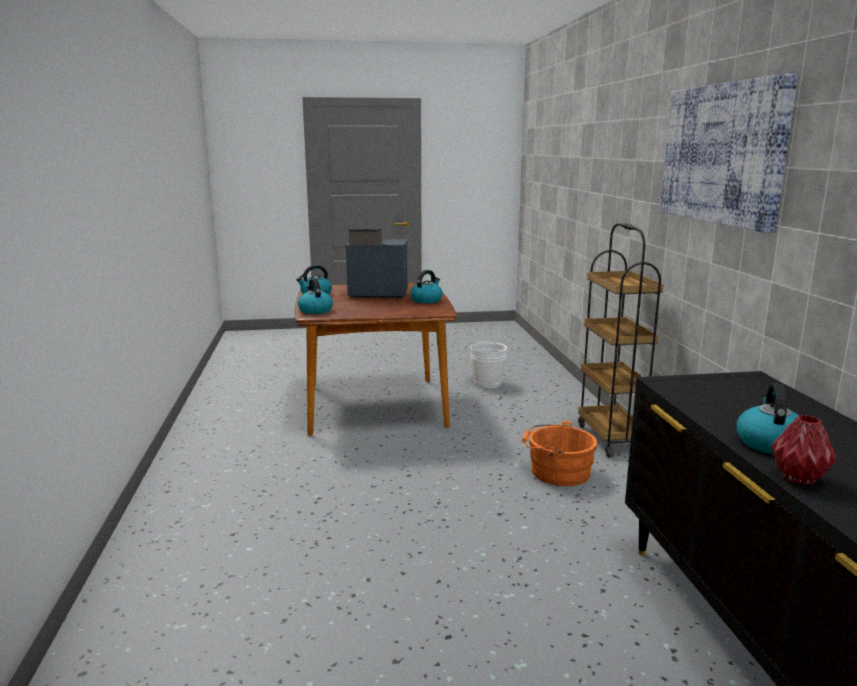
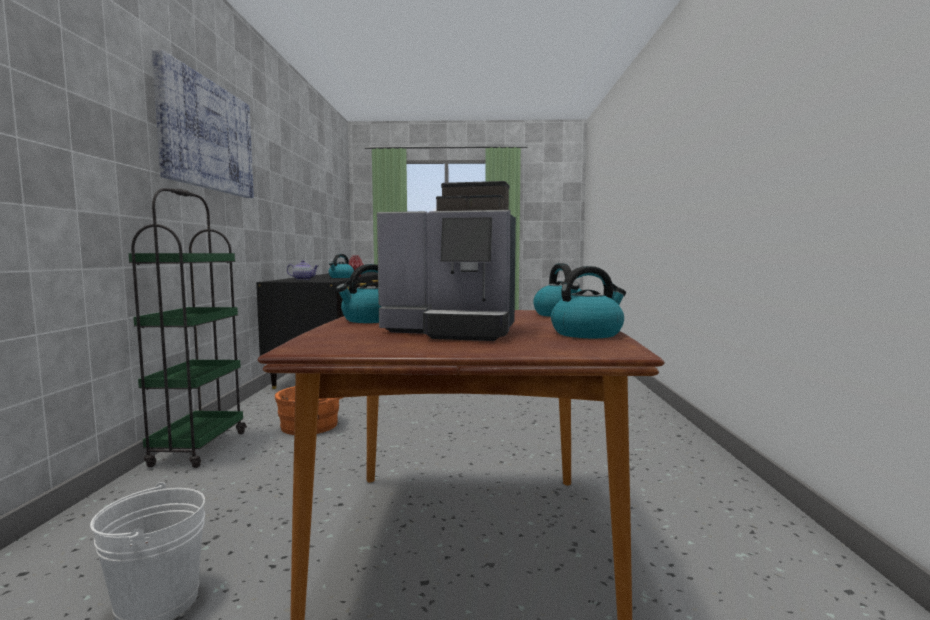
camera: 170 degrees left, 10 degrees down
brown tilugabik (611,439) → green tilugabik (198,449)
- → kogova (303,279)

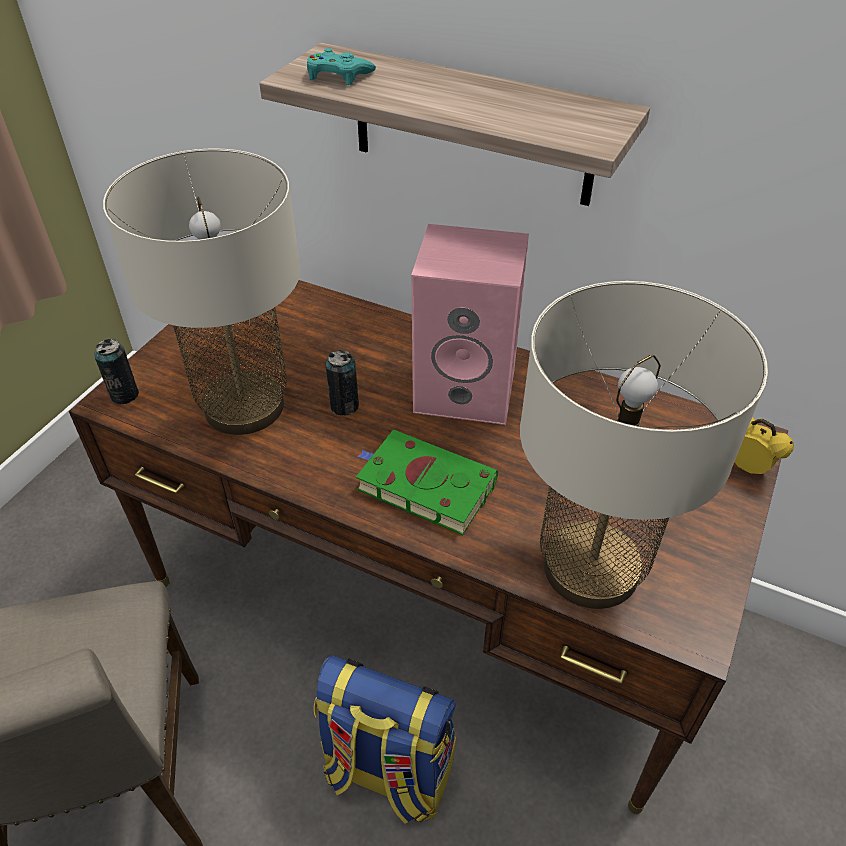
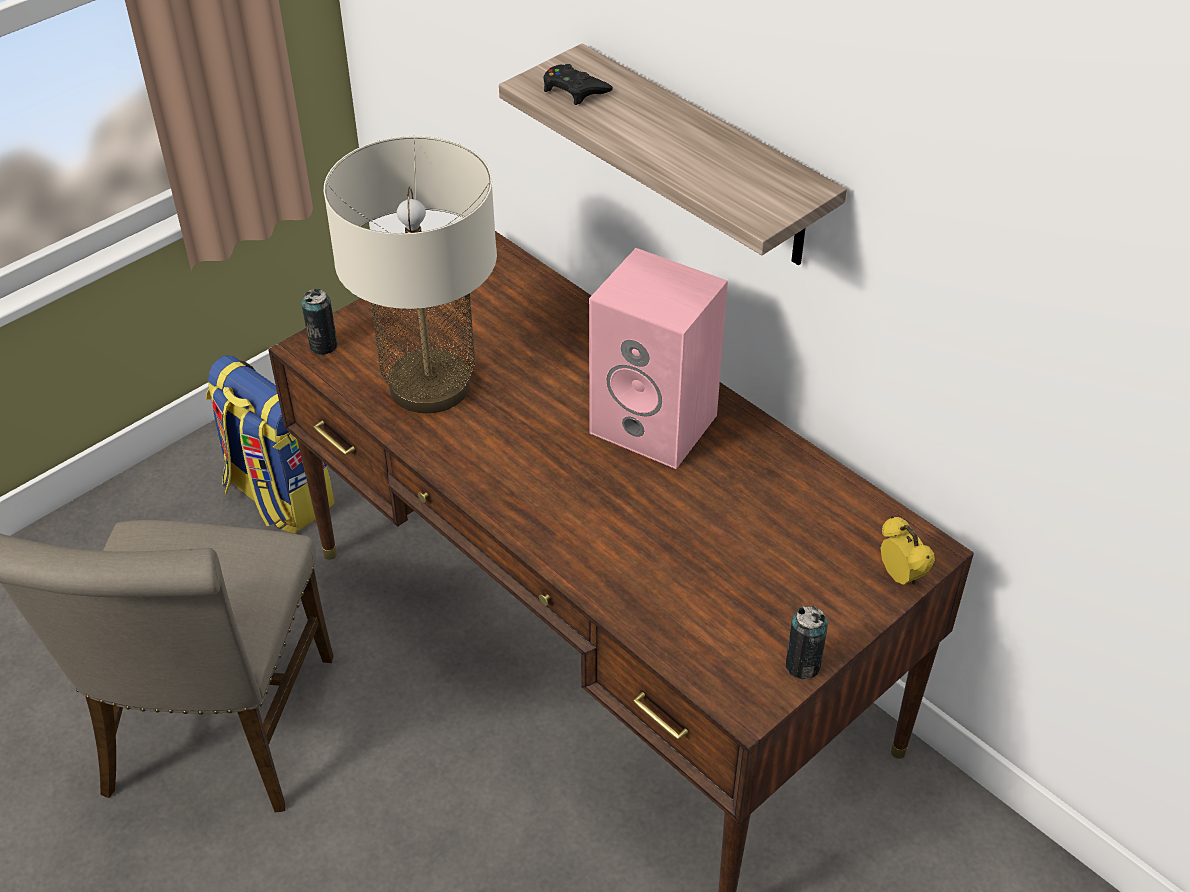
camera: 20 degrees right, 0 degrees up
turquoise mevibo (338,75) → black mevibo (574,90)
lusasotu (591,567) → -
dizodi (344,406) → dizodi (802,665), moved
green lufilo (423,485) → -
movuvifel (387,772) → movuvifel (277,496), moved

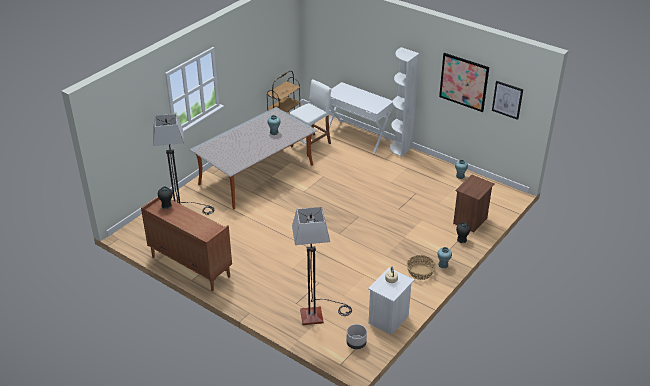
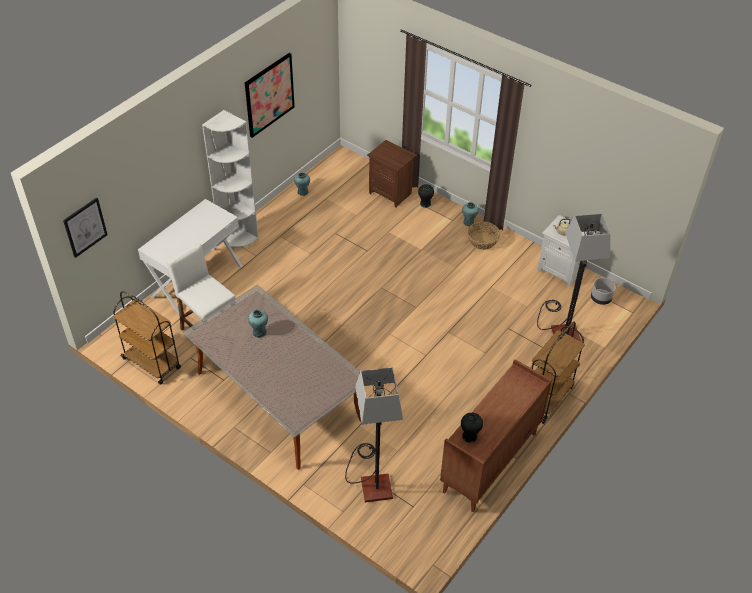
camera: 90 degrees left, 10 degrees up
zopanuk (507,99) → zopanuk (85,227), moved
- → brown tilugabik (548,397)

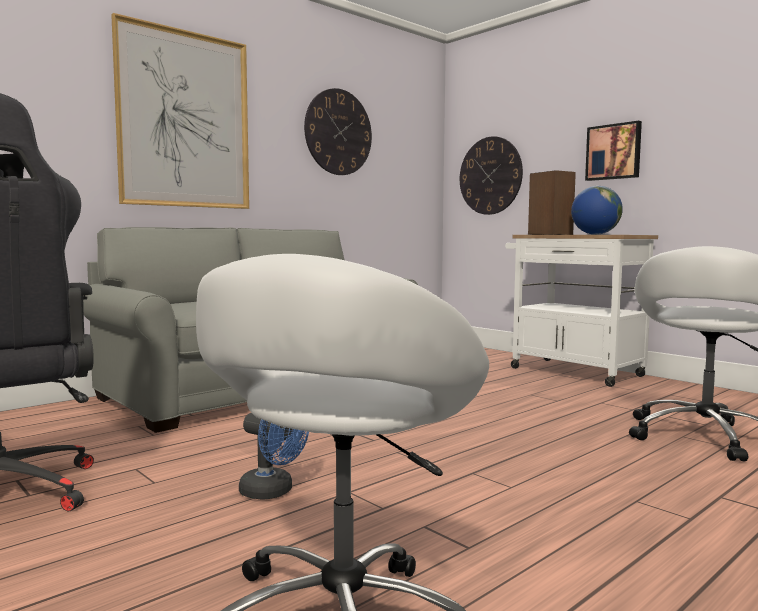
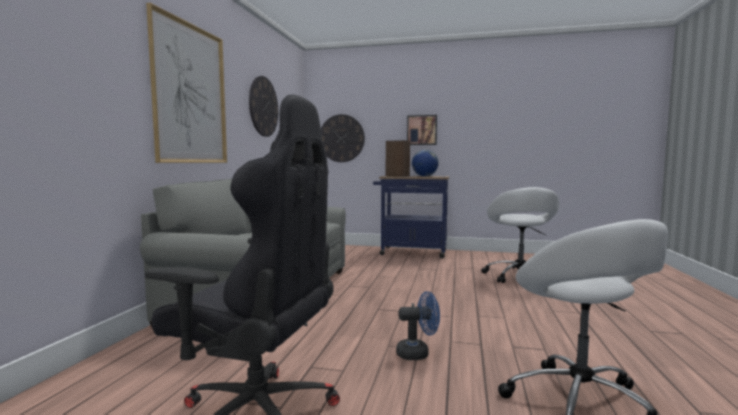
camera: 35 degrees left, 0 degrees up
white tilugabik (572,371) → blue tilugabik (411,252)

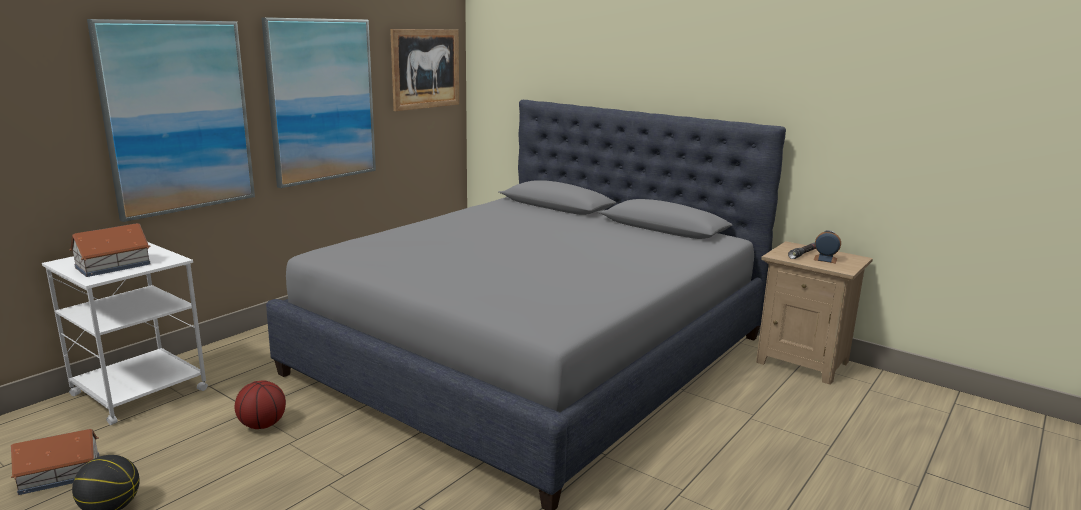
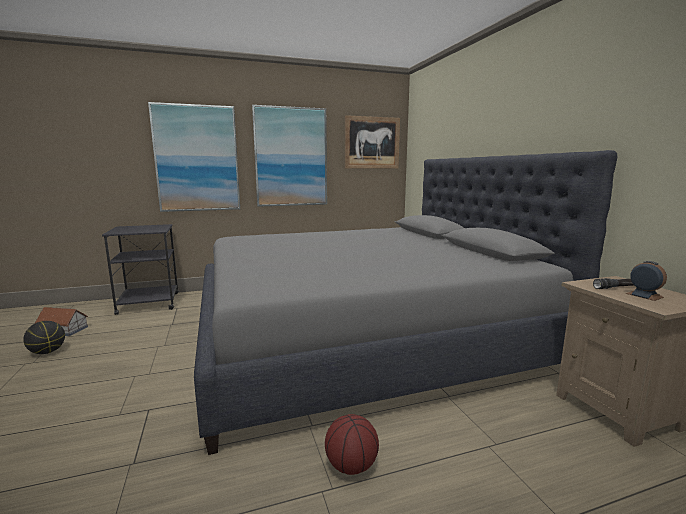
camera: 35 degrees right, 5 degrees down
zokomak (112,266) → -
white tilugabik (141,391) → black tilugabik (150,303)
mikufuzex (262,425) → mikufuzex (351,465), moved

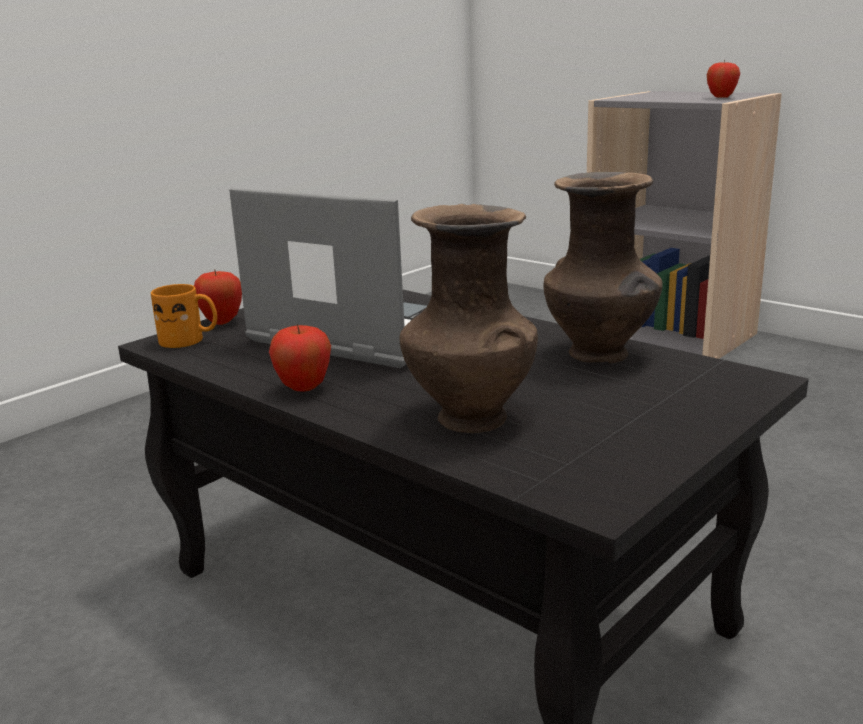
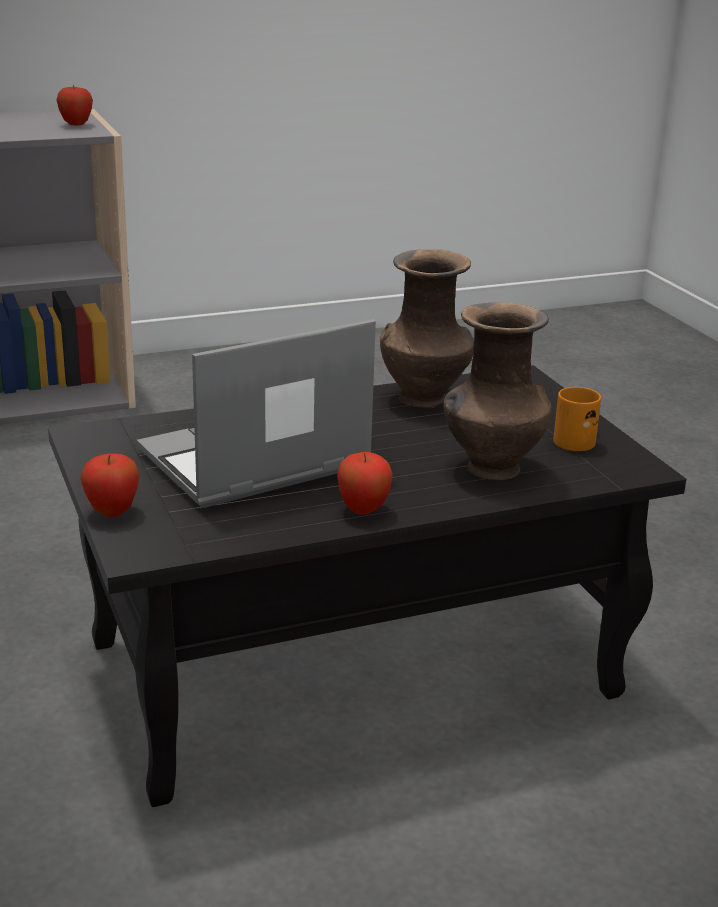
camera: 65 degrees left, 5 degrees up
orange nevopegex (190,340) → orange nevopegex (577,439), moved

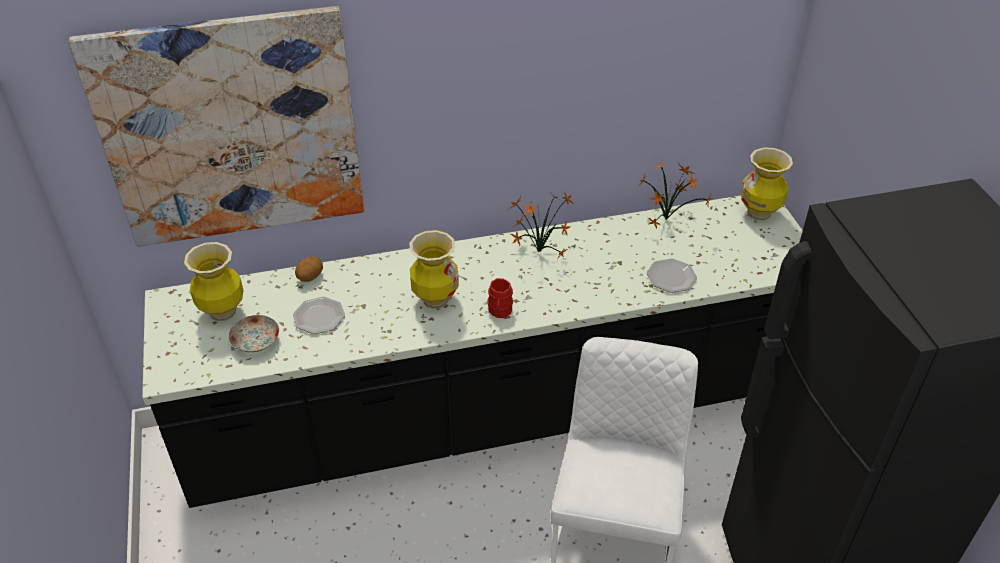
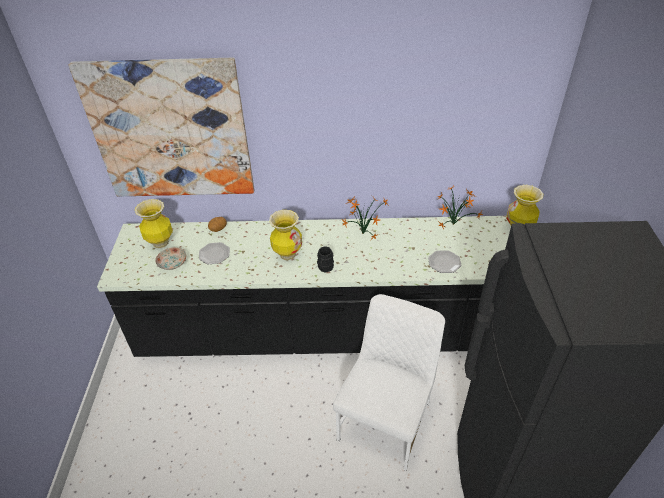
camera: 15 degrees right, 0 degrees up
red nevopegex (499,312) → black nevopegex (324,268)

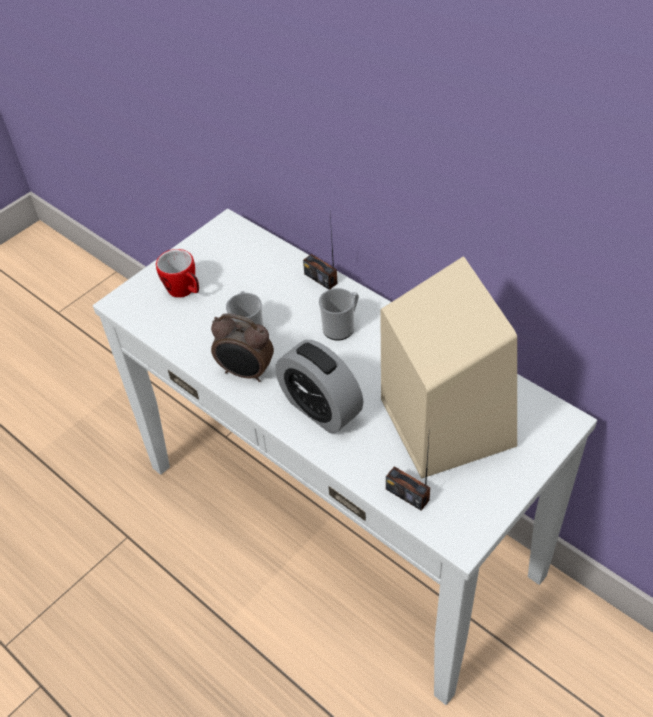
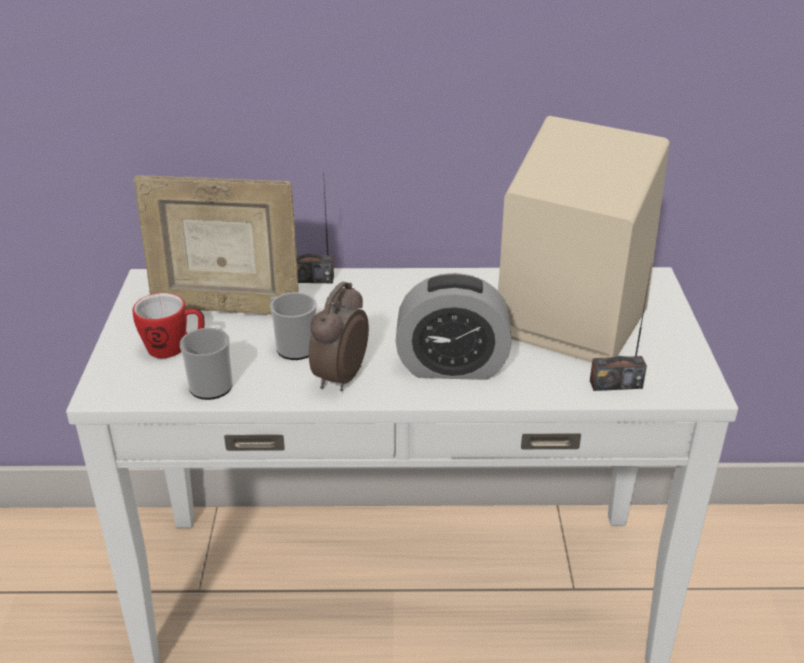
camera: 45 degrees left, 15 degrees down
nevopegex (341,327) → nevopegex (213,383), moved
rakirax (246,373) → rakirax (339,378), 135 degrees clockwise
- → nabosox (225,308)

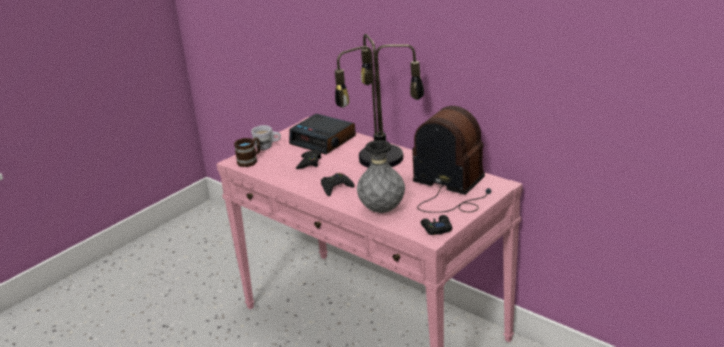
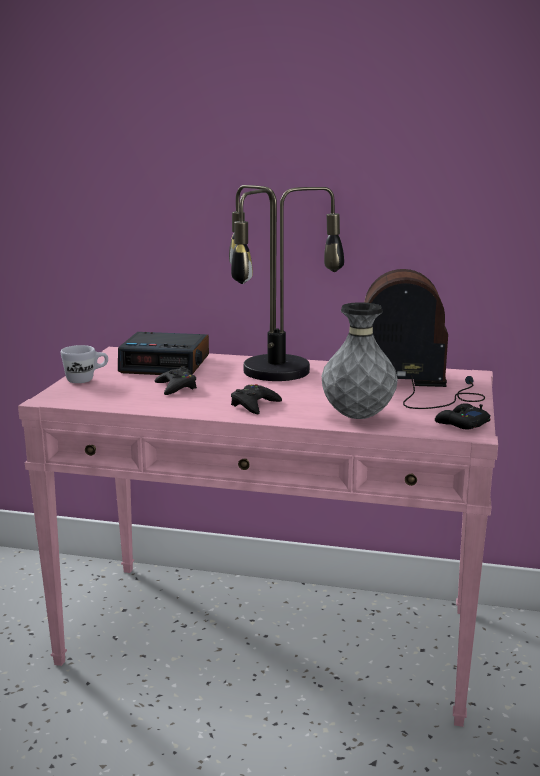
camera: 30 degrees left, 10 degrees down
brown nevopegex (250,160) → -

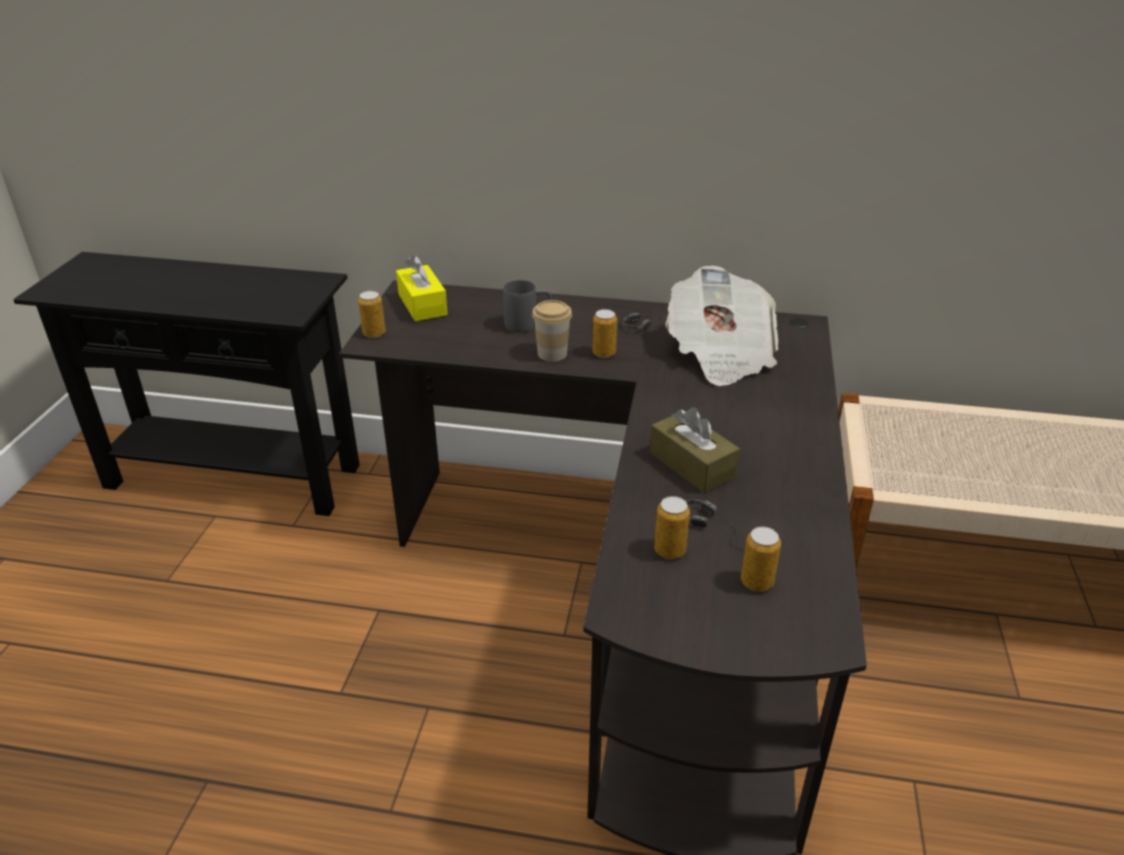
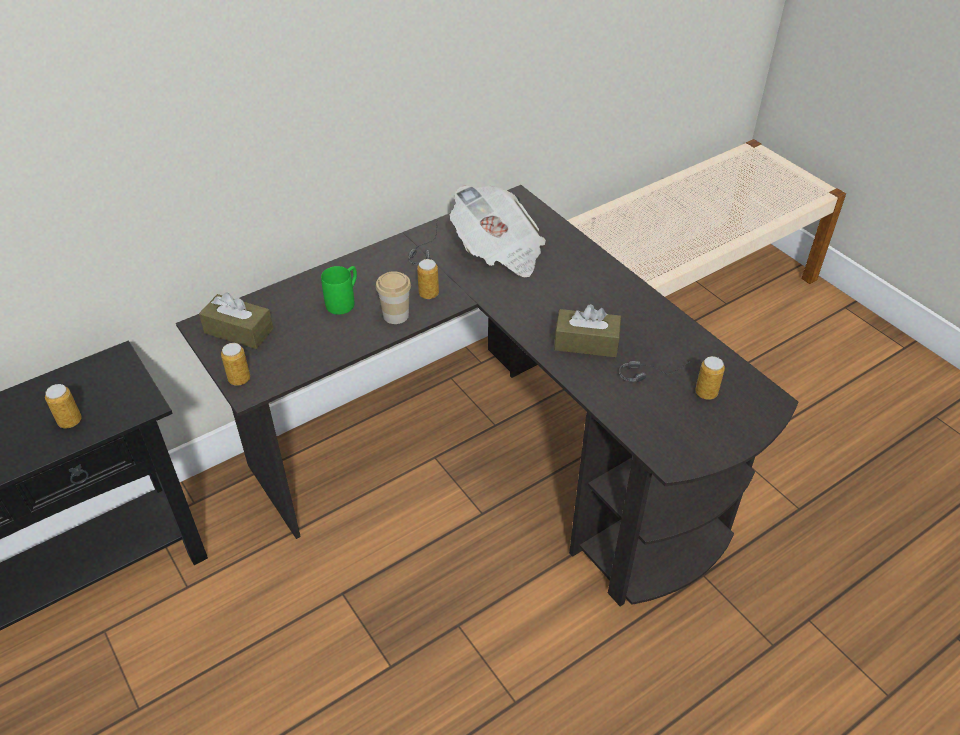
camera: 45 degrees left, 10 degrees up
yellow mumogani (422,304) → brown mumogani (239,331)
grey nevopegex (528,324) → green nevopegex (344,301)
dizodi (669,550) → dizodi (70,421), moved

